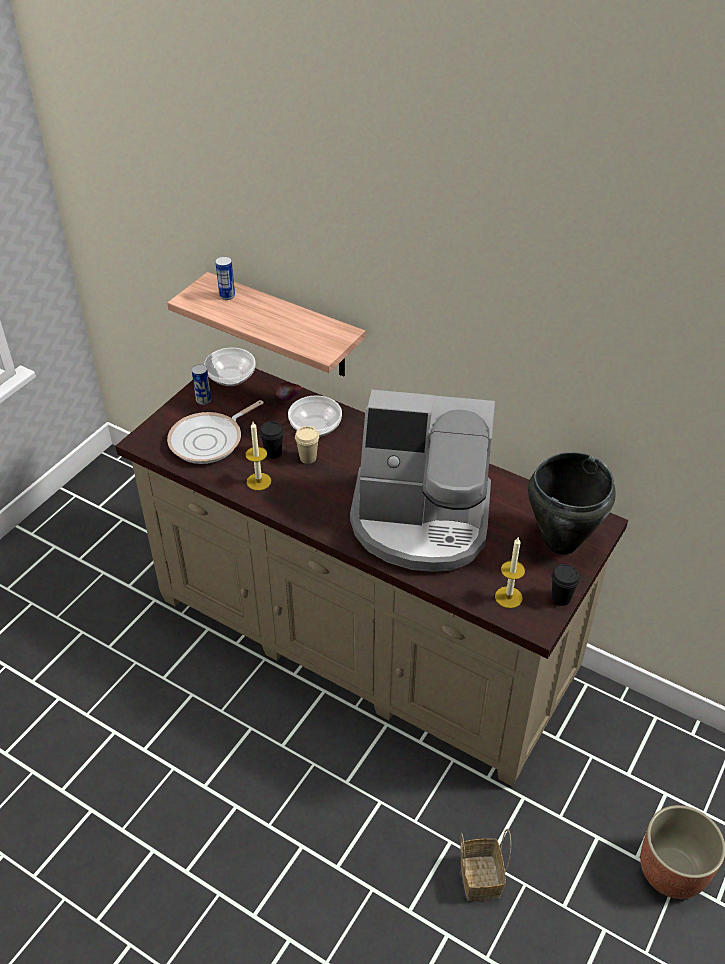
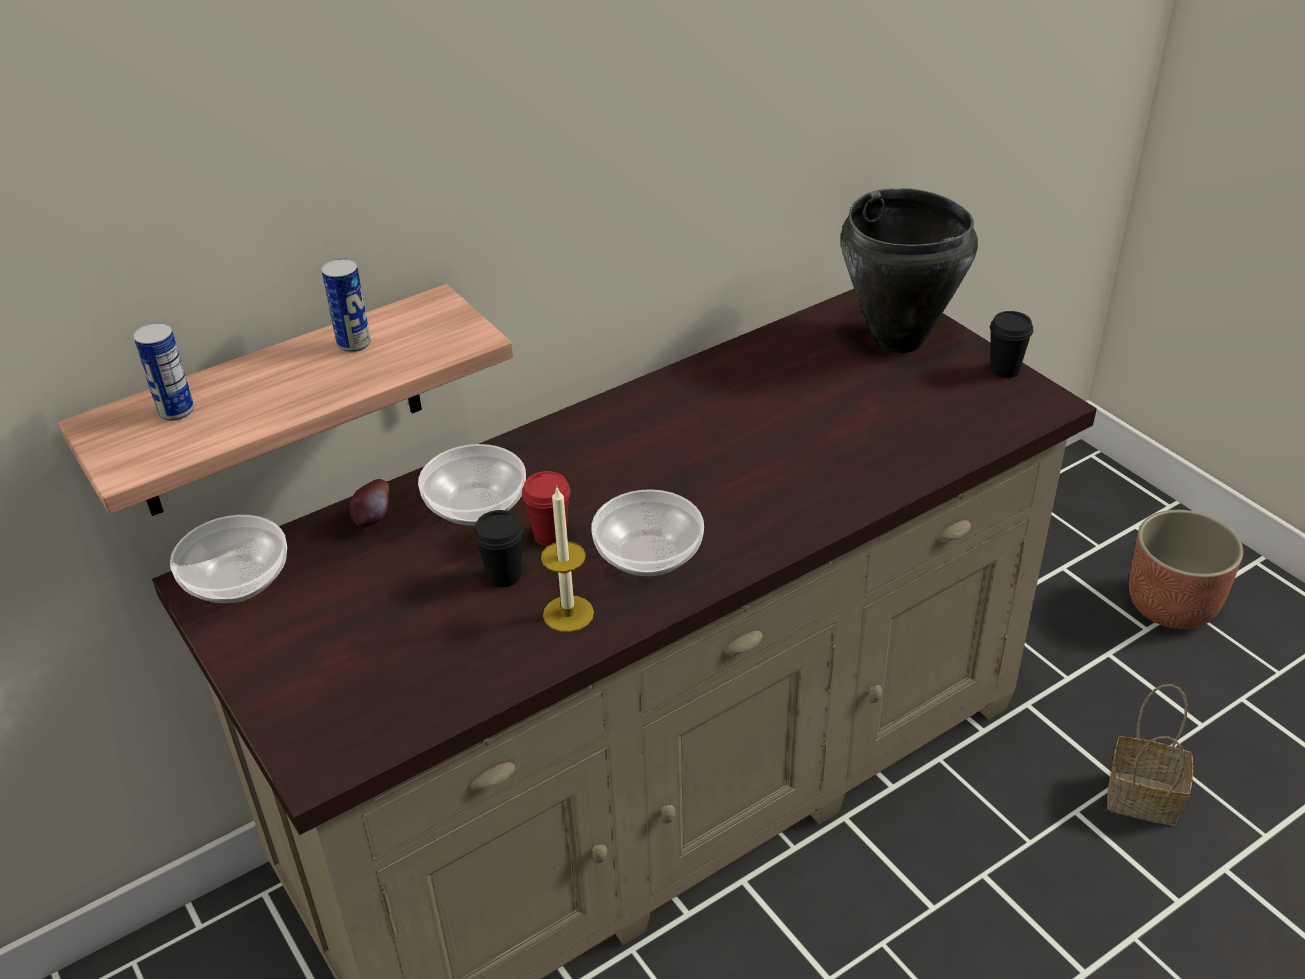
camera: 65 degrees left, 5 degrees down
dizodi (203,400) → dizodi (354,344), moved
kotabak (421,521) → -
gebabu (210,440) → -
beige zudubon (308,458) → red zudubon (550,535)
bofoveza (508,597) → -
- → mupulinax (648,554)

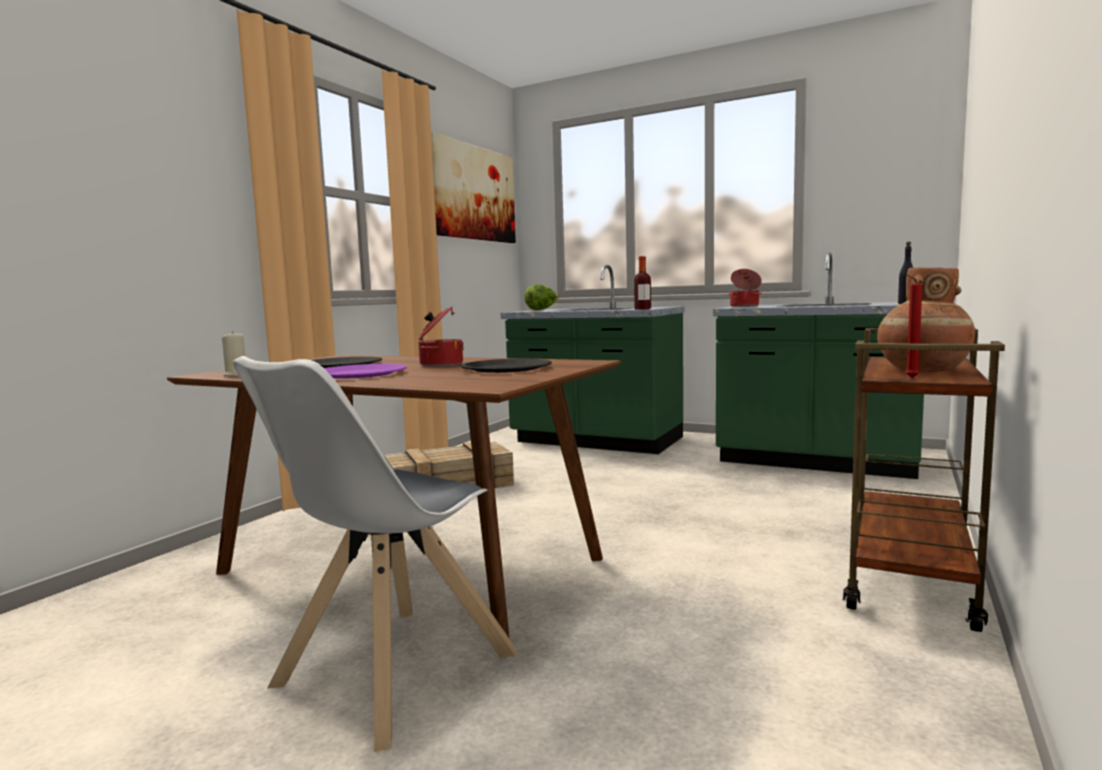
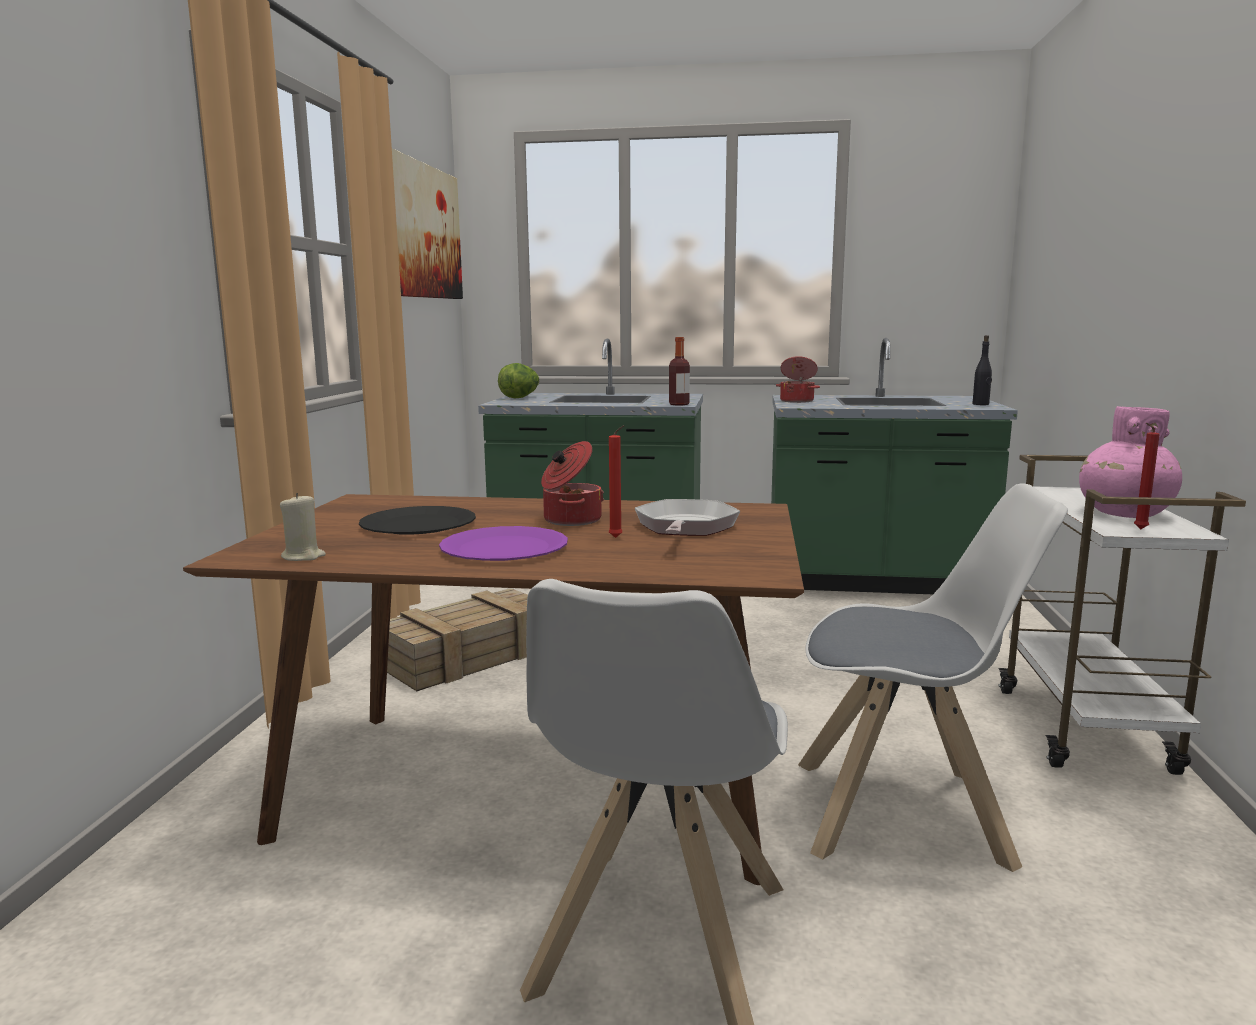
camera: 20 degrees left, 5 degrees up
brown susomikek (922,370) → pink susomikek (1124,514)
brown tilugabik (909,588) → white tilugabik (1085,734)
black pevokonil (506,368) → gebabu (685,528)
- → red bofoveza (617,538)
- → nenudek (907,813)

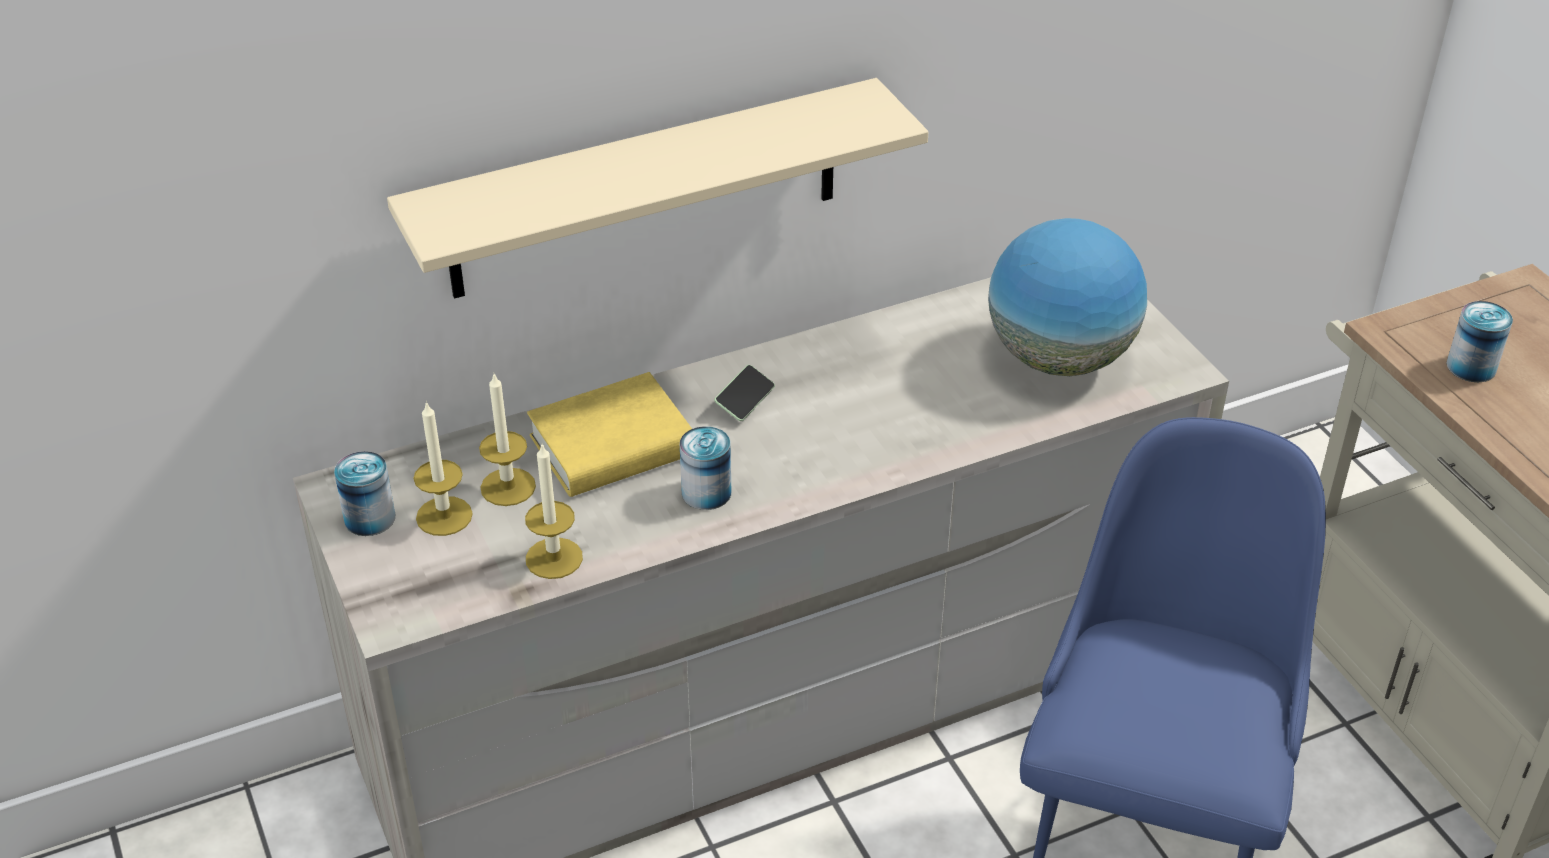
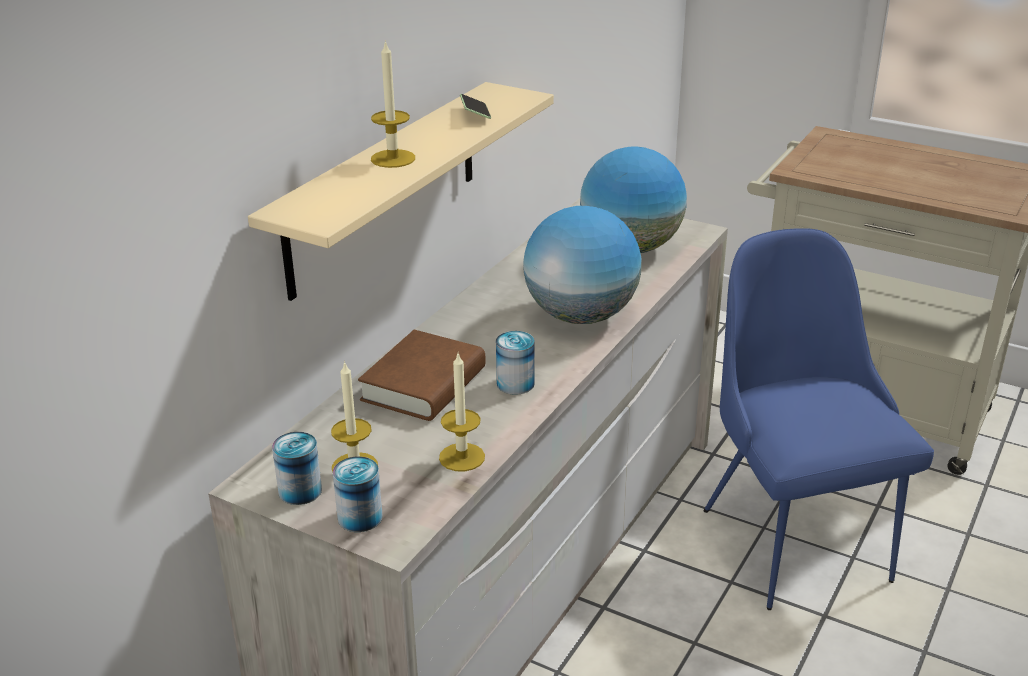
camera: 35 degrees left, 10 degrees down
dizodi (1471,366) → dizodi (360,517), moved
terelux (745,401) → terelux (475,114), moved
bofoveza (508,487) → bofoveza (393,158), moved
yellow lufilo (612,446) → brown lufilo (424,384)
- → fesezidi (581,316)

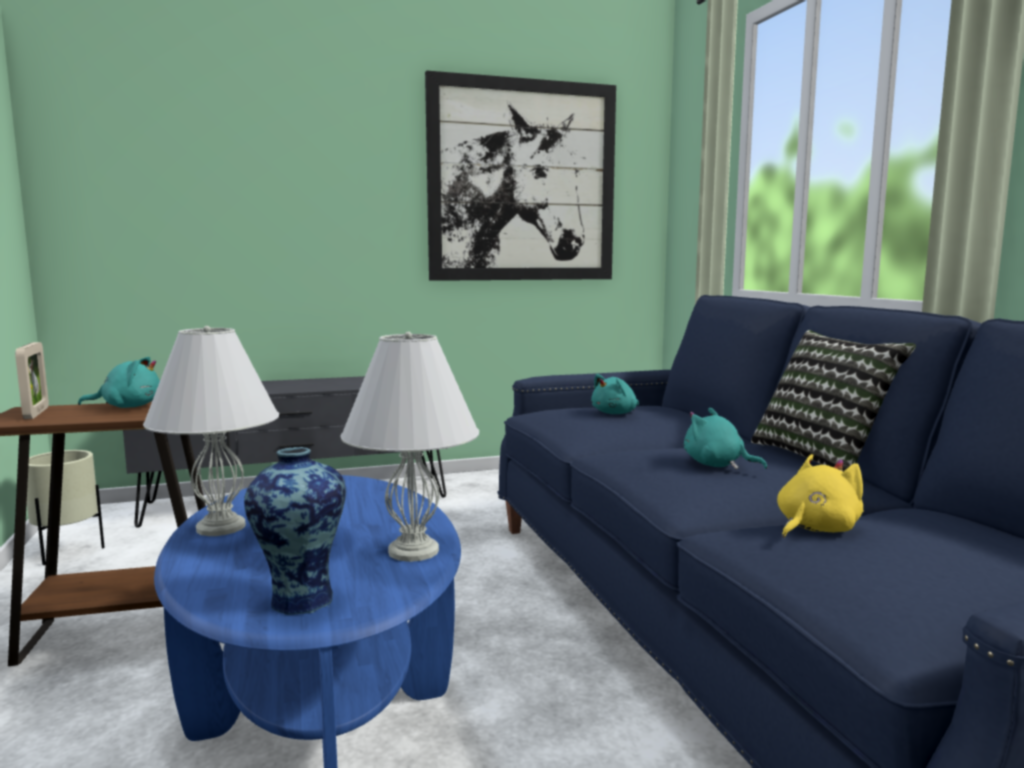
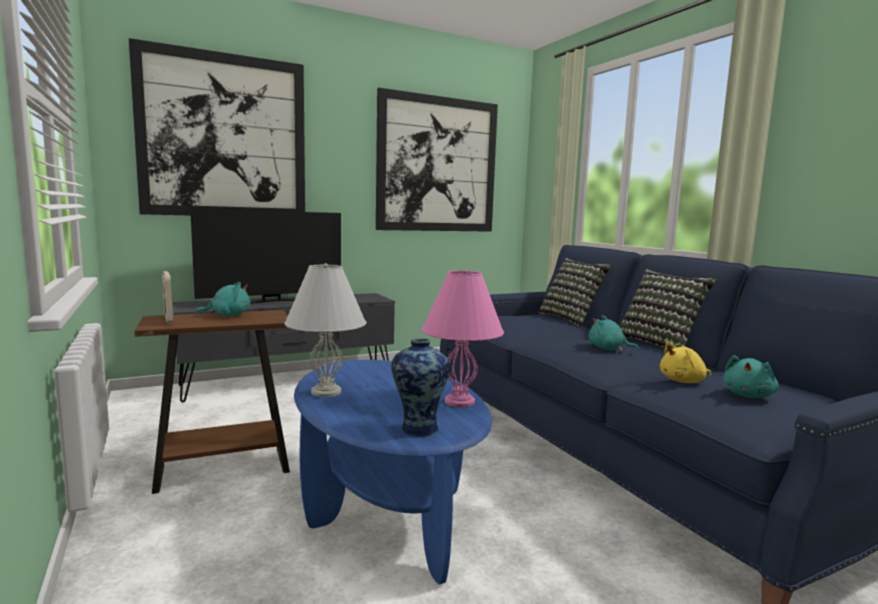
camera: 10 degrees left, 0 degrees up
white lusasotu (413,551) → pink lusasotu (459,402)
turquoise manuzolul (616,413) → turquoise manuzolul (748,395), moved
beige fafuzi (68,552) → -
yellow manuzolul (814,528) → yellow manuzolul (684,381), 150 degrees counterclockwise
- → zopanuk (224,137)
- → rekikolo (272,301)
- → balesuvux (571,319)

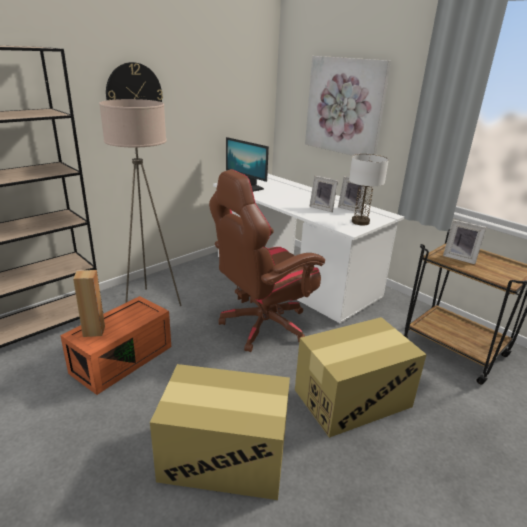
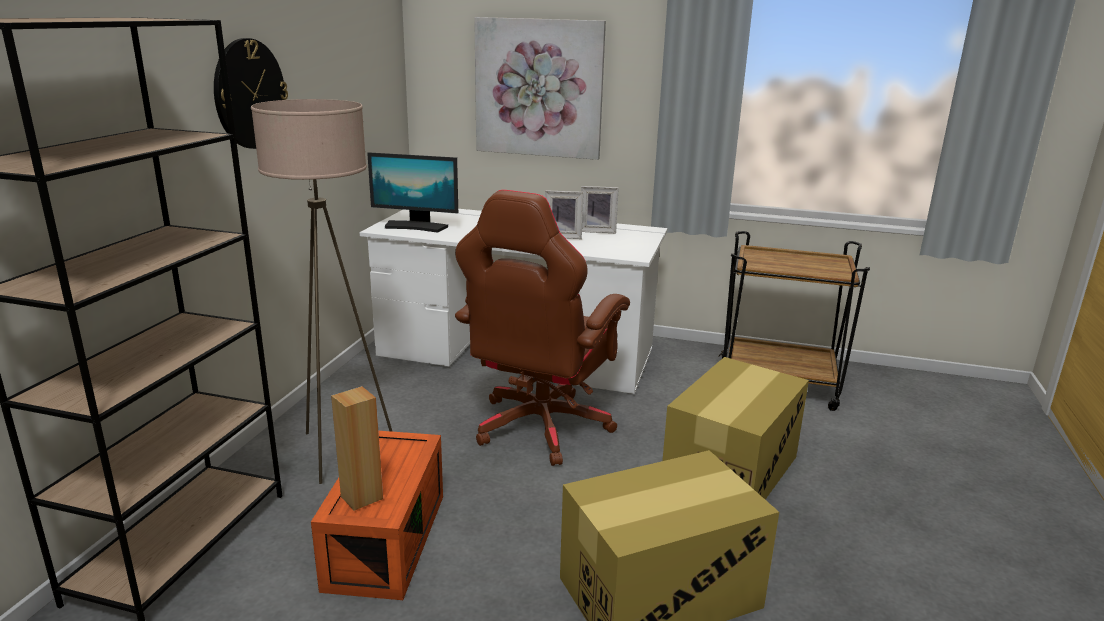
camera: 30 degrees left, 5 degrees down
lusasotu (360,222) → -
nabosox (460,258) → -

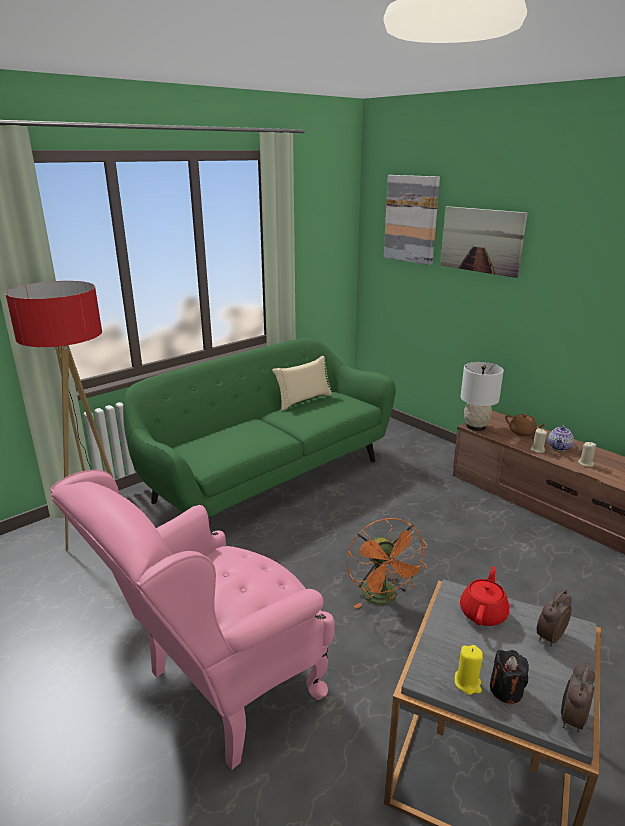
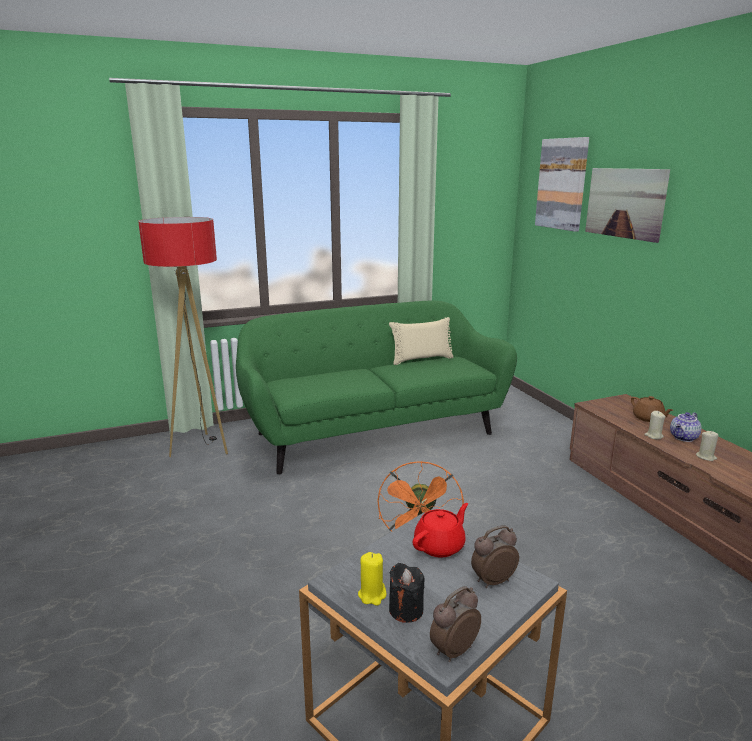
camera: 20 degrees right, 5 degrees down
white lusasotu (475,426) → -
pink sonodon (219,695) → -

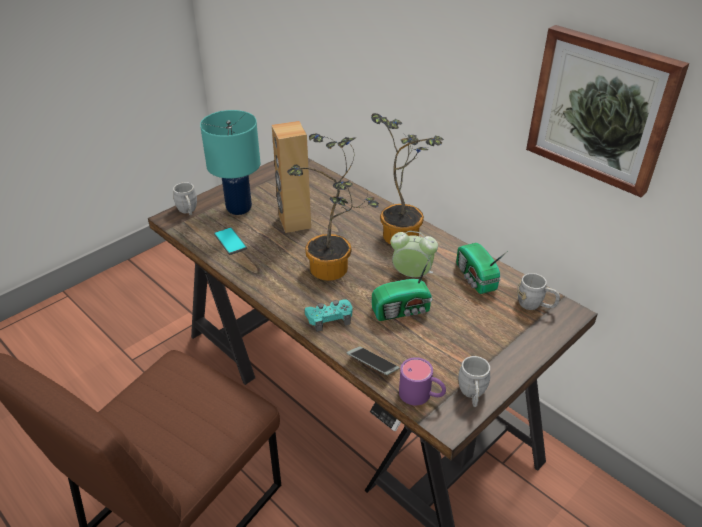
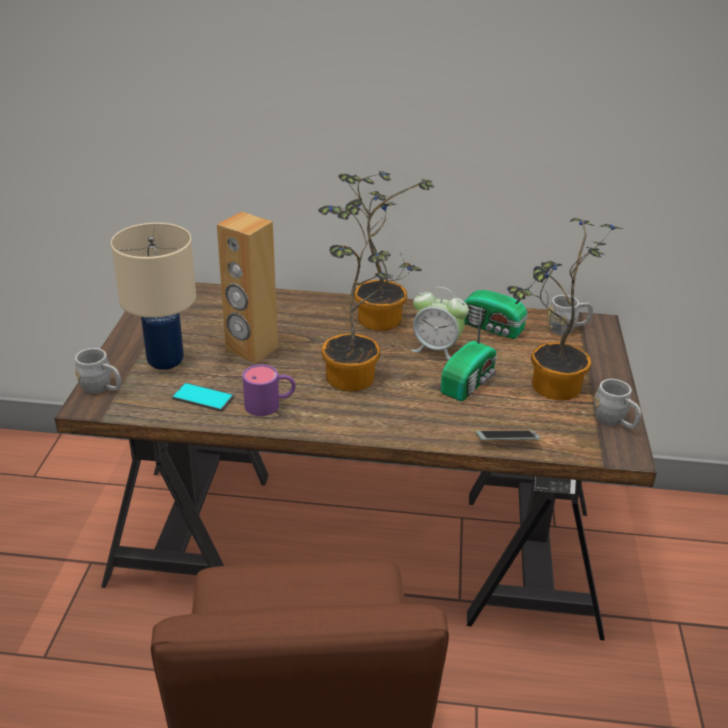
camera: 40 degrees left, 5 degrees down
zopanuk (601,109) → -
turquoise lusasotu (238,208) → beige lusasotu (163,361)
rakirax (412,275) → rakirax (436,349), 135 degrees counterclockwise
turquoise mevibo (329,318) → -
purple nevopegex (421,395) → purple nevopegex (270,404), moved
- → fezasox (548,387)

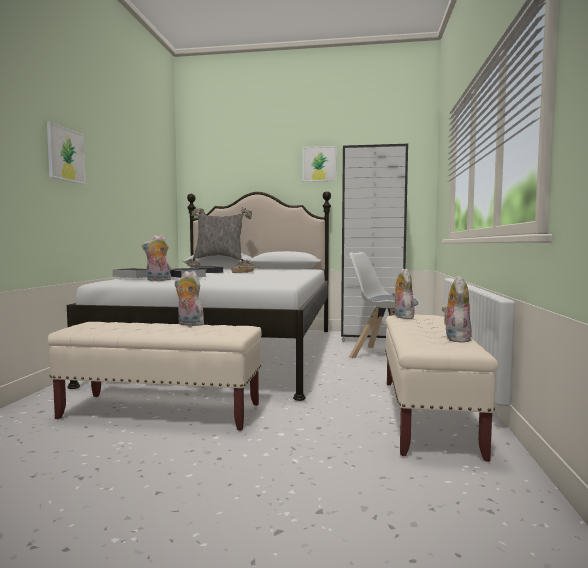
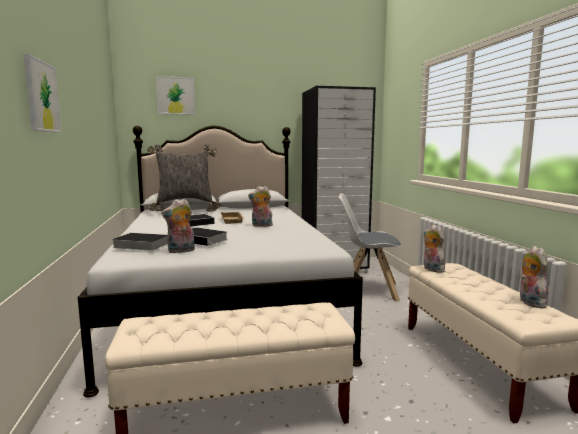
camera: 20 degrees left, 5 degrees up
zopanuk (319,164) → zopanuk (176,95), moved
manuzolul (189,324) → manuzolul (261,226), moved

